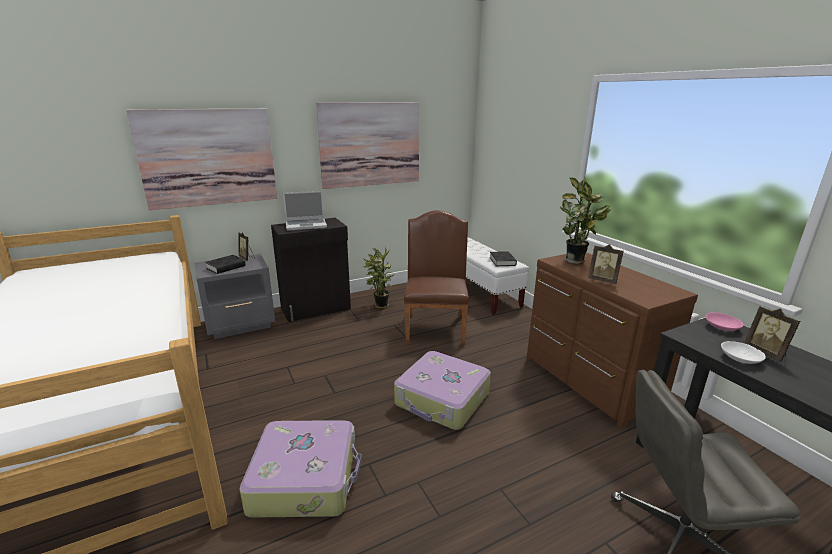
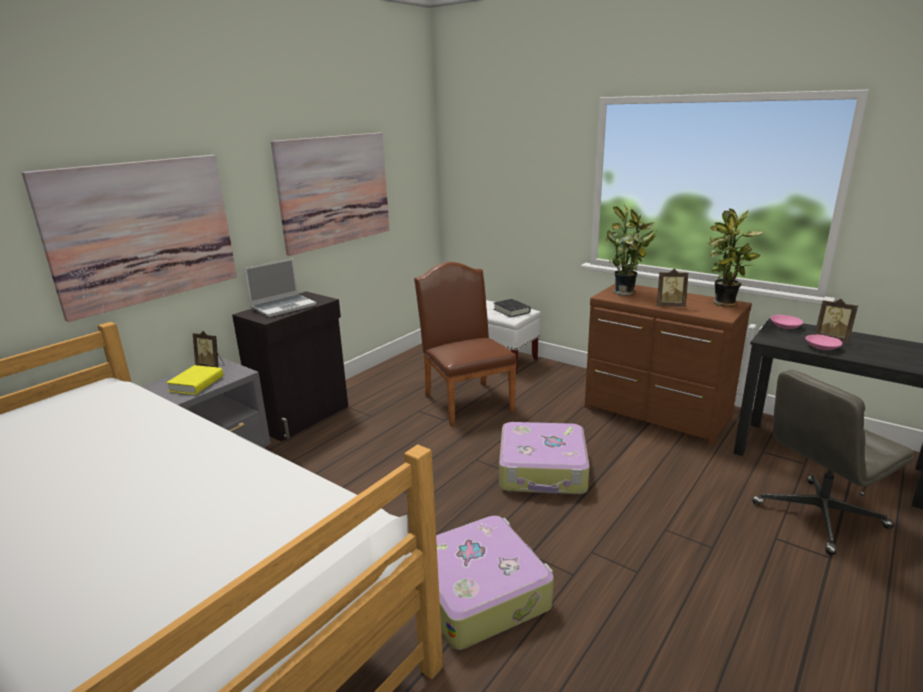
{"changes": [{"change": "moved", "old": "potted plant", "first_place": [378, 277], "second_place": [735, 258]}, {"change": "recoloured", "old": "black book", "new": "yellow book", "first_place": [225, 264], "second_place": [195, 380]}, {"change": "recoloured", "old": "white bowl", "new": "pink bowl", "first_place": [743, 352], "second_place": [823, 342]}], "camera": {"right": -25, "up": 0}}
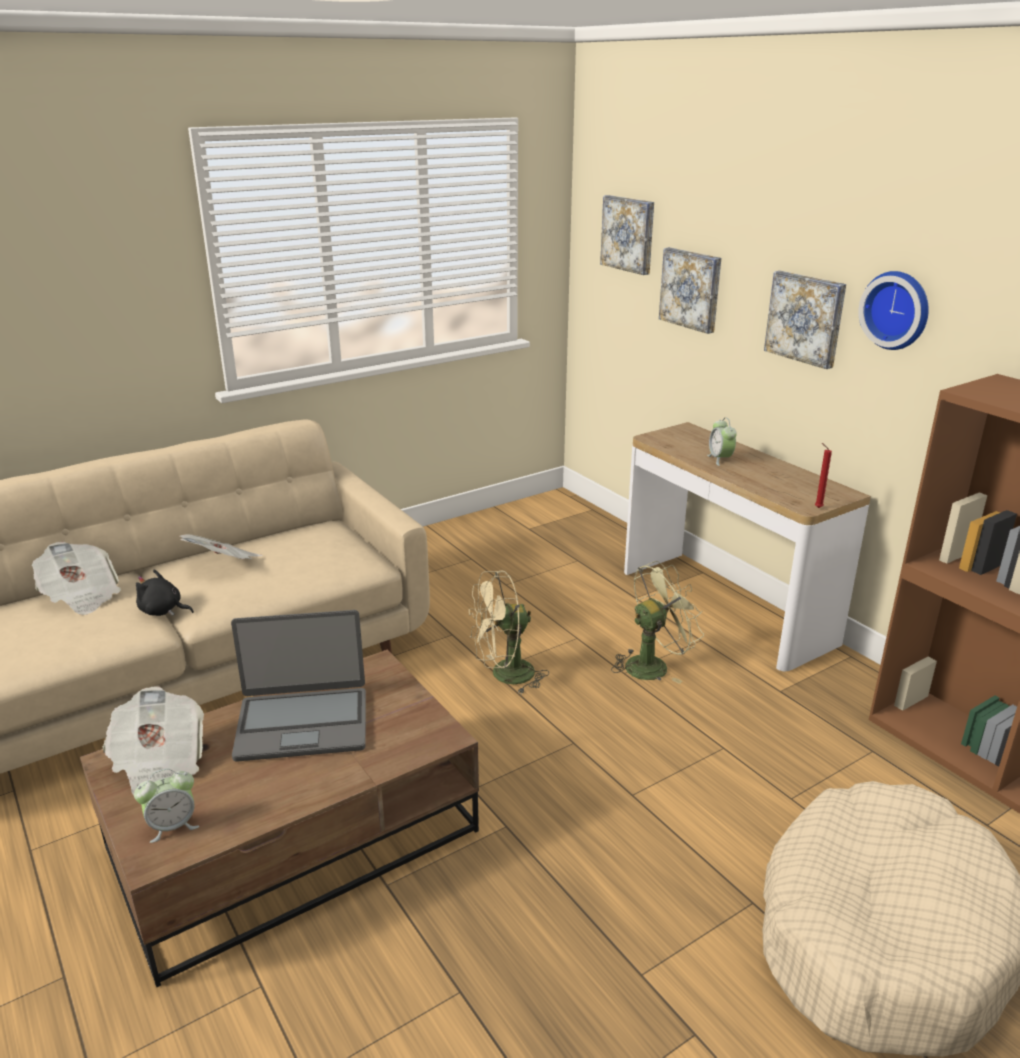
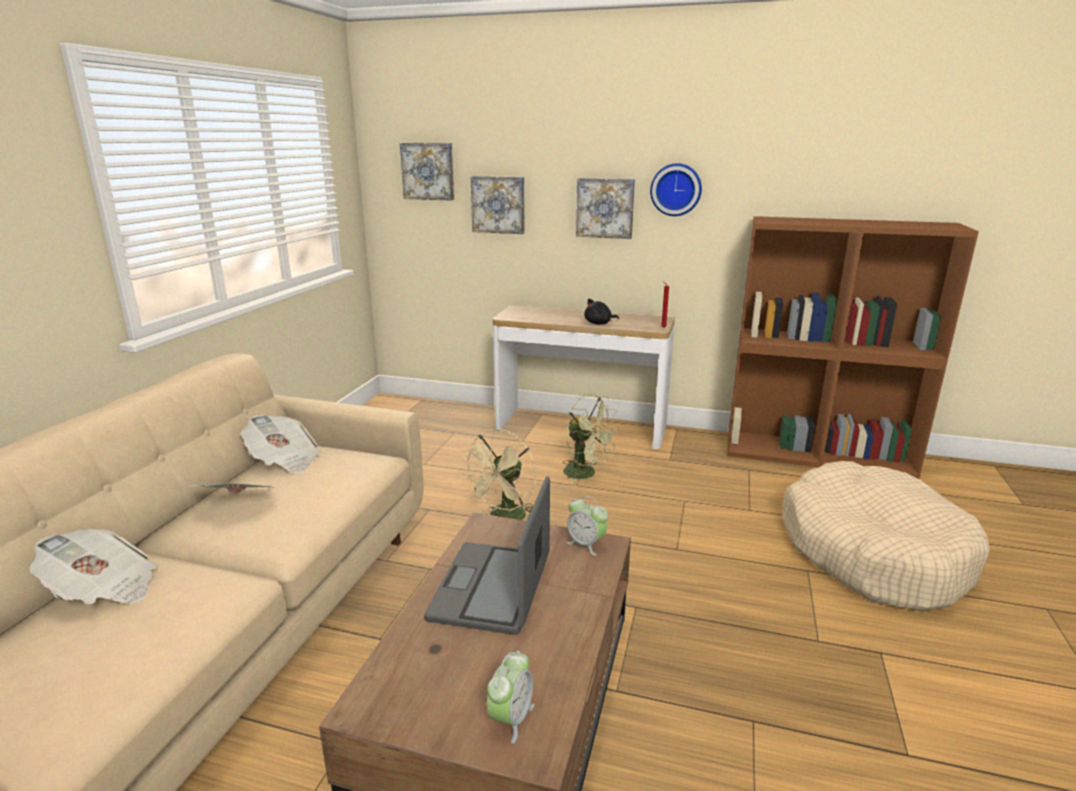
{"changes": [{"change": "moved", "old": "newspaper", "first_place": [153, 740], "second_place": [281, 444]}, {"change": "moved", "old": "black plush toy", "first_place": [165, 593], "second_place": [601, 311]}, {"change": "moved", "old": "alarm clock", "first_place": [722, 441], "second_place": [587, 526]}, {"change": "turned", "old": "laptop", "first_place": [298, 686], "second_place": [487, 555], "degrees": 150}, {"change": "turned", "old": "green fan", "first_place": [657, 622], "second_place": [591, 439], "degrees": 105}], "camera": {"right": -40, "up": -5}}
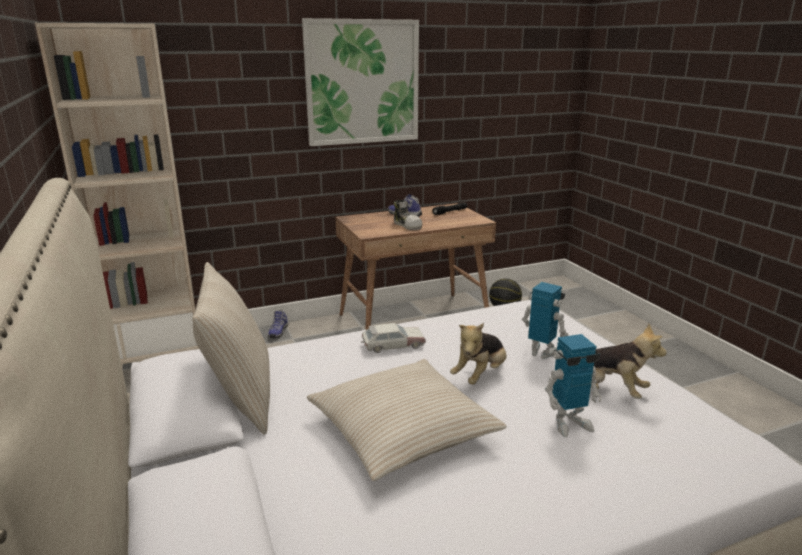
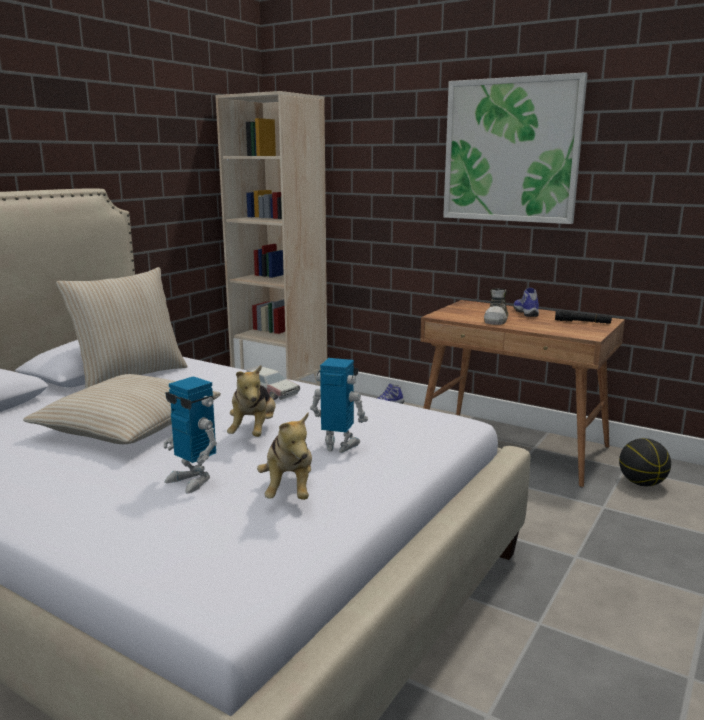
{"changes": [{"change": "turned", "old": "plush toy", "first_place": [478, 353], "second_place": [251, 401], "degrees": -90}, {"change": "turned", "old": "toy robot", "first_place": [545, 320], "second_place": [339, 405], "degrees": -75}], "camera": {"right": 55, "up": -5}}
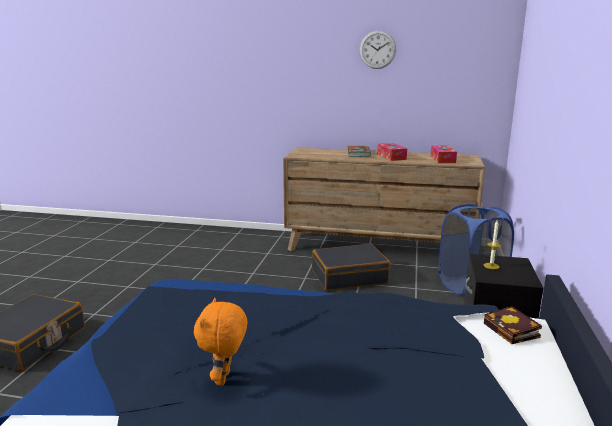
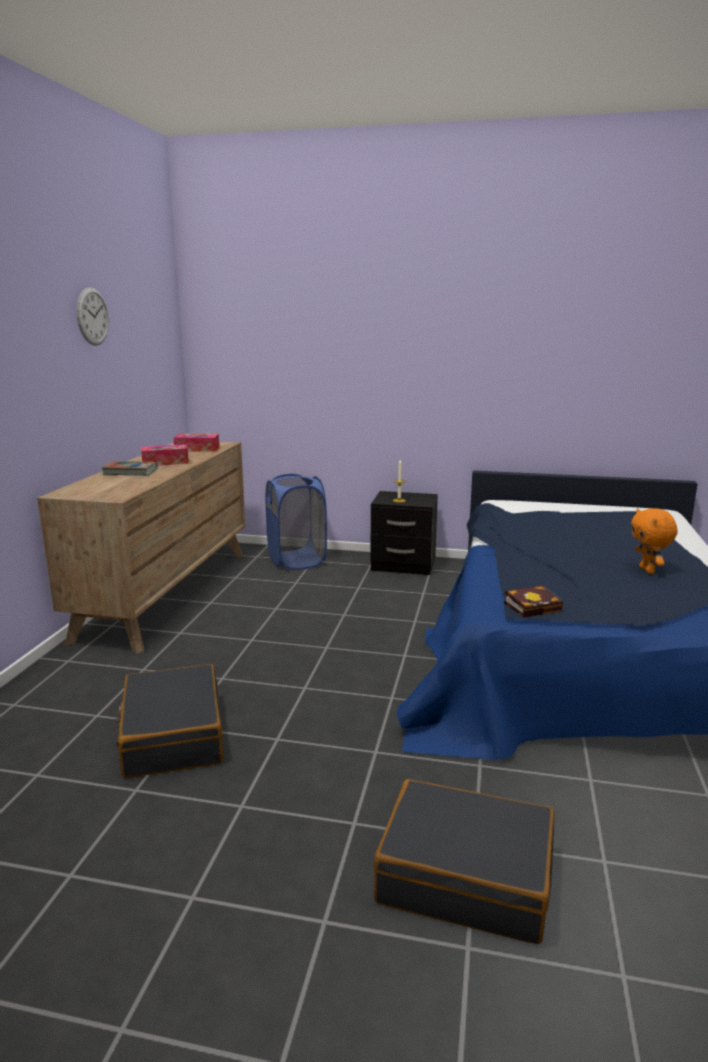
{"changes": [{"change": "moved", "old": "black suitcase", "first_place": [351, 267], "second_place": [169, 721]}, {"change": "moved", "old": "book", "first_place": [513, 325], "second_place": [533, 601]}, {"change": "turned", "old": "orange plush toy", "first_place": [220, 342], "second_place": [654, 541], "degrees": 75}], "camera": {"right": -90, "up": 0}}
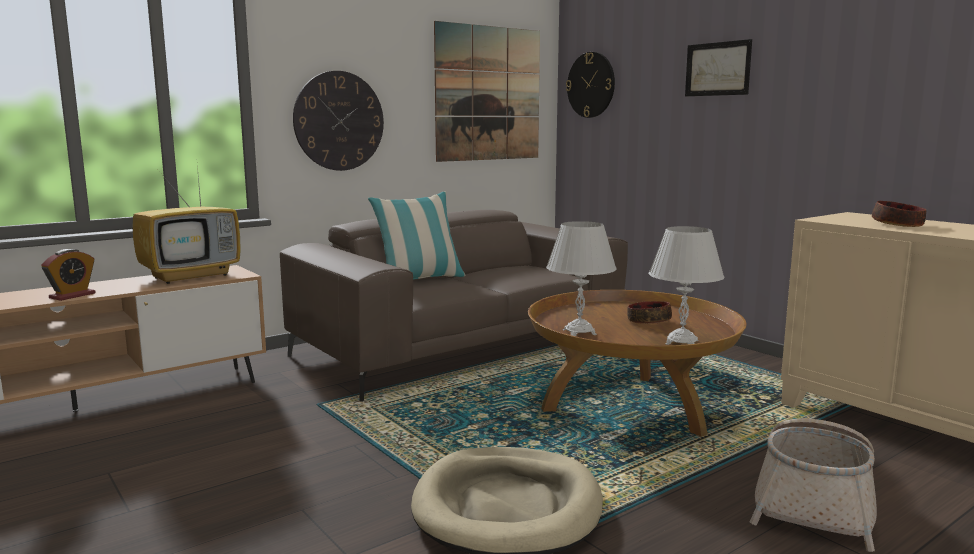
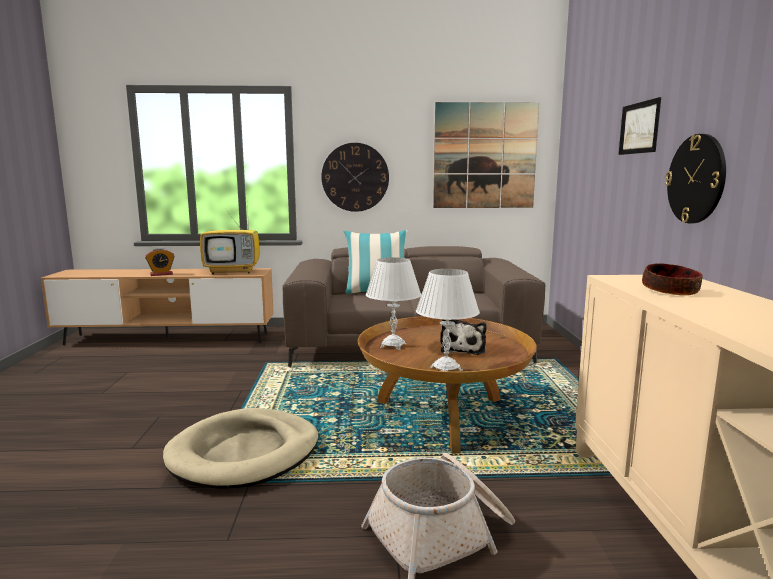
{"changes": [{"change": "moved", "old": "wall clock", "first_place": [590, 85], "second_place": [695, 178]}, {"change": "replaced", "old": "bowl", "new": "plush toy", "first_place": [649, 312], "second_place": [463, 337]}], "camera": {"right": 35, "up": 0}}
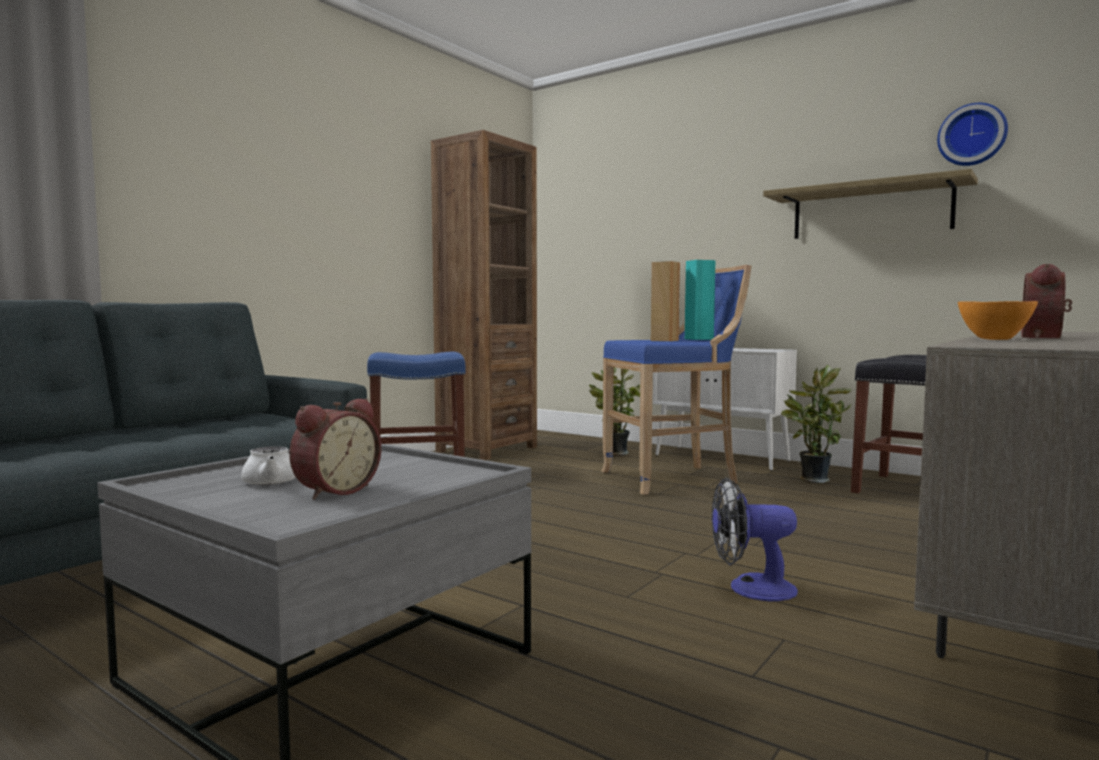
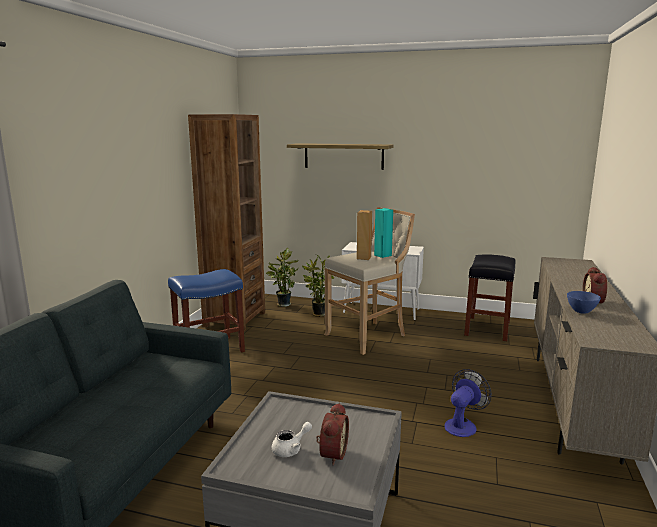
{"changes": [{"change": "removed", "old": "wall clock", "first_place": [972, 134]}, {"change": "moved", "old": "shelf", "first_place": [870, 204], "second_place": [340, 156]}, {"change": "moved", "old": "potted plant", "first_place": [816, 424], "second_place": [282, 277]}, {"change": "recoloured", "old": "blue stool", "new": "beige stool", "first_place": [676, 380], "second_place": [369, 281]}, {"change": "recoloured", "old": "orange bowl", "new": "blue bowl", "first_place": [998, 320], "second_place": [584, 302]}, {"change": "turned", "old": "fan", "first_place": [755, 540], "second_place": [468, 403], "degrees": 150}], "camera": {"right": -20, "up": 10}}
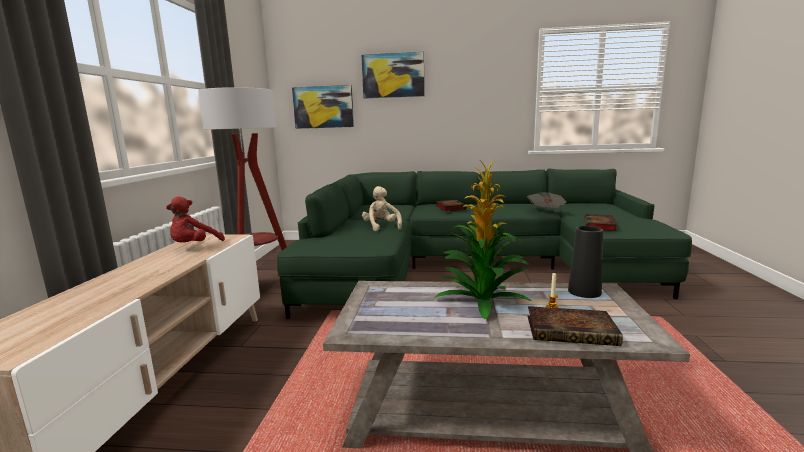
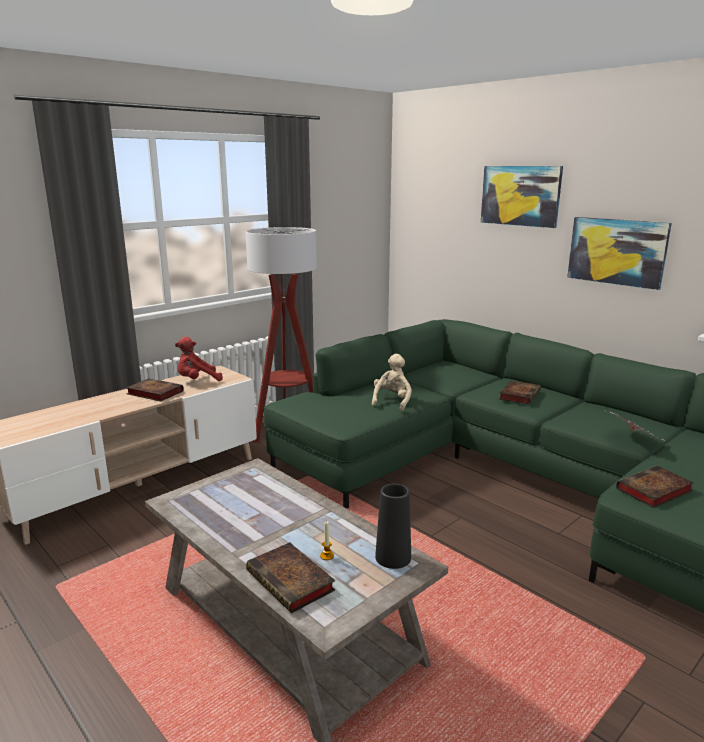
{"changes": [{"change": "removed", "old": "potted plant", "first_place": [483, 239]}, {"change": "added", "new": "book", "second_place": [155, 390]}, {"change": "moved", "old": "picture", "first_place": [323, 107], "second_place": [619, 253]}], "camera": {"right": 40, "up": 5}}
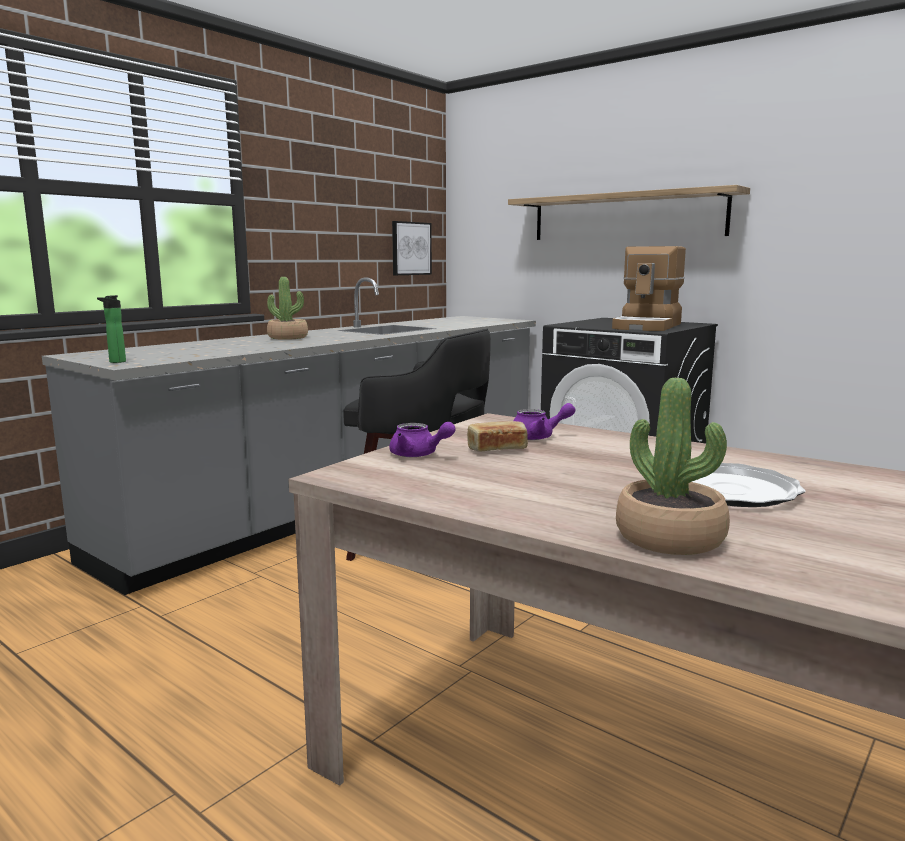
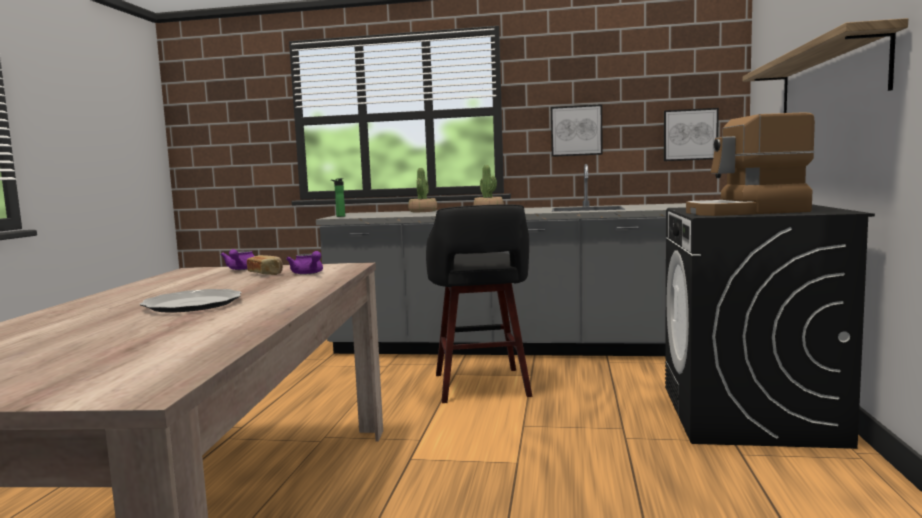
{"changes": [{"change": "added", "new": "picture", "second_place": [577, 130]}, {"change": "moved", "old": "potted plant", "first_place": [673, 466], "second_place": [422, 190]}], "camera": {"right": 60, "up": -5}}
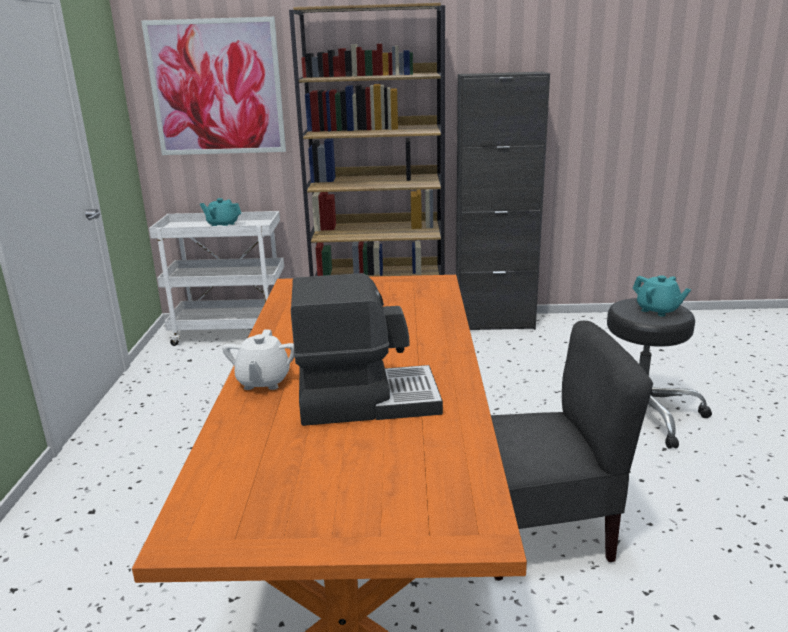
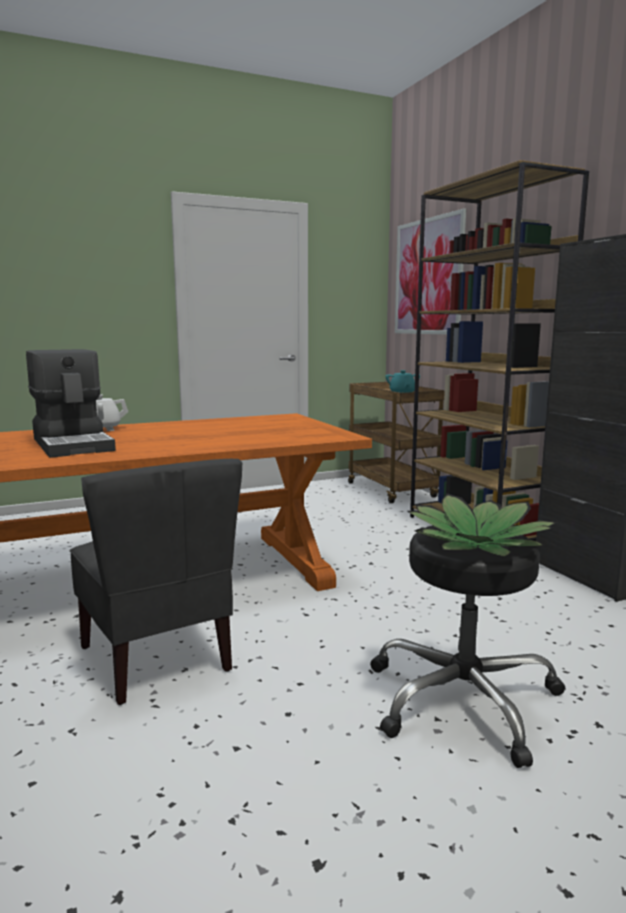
{"changes": [{"change": "replaced", "old": "turquoise teapot", "new": "potted plant", "first_place": [662, 296], "second_place": [482, 525]}, {"change": "recoloured", "old": "white cart", "new": "brown cart", "first_place": [216, 278], "second_place": [396, 442]}], "camera": {"right": 65, "up": -10}}
